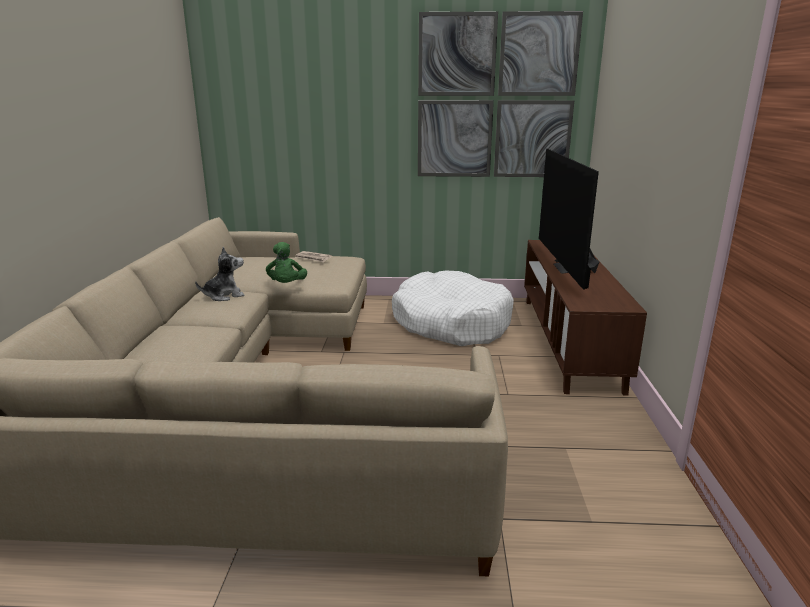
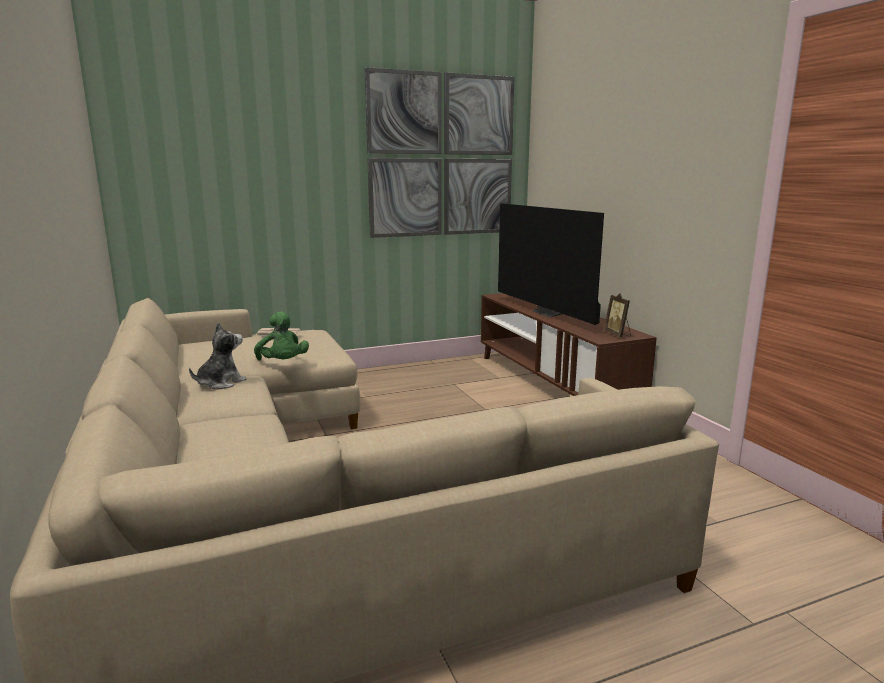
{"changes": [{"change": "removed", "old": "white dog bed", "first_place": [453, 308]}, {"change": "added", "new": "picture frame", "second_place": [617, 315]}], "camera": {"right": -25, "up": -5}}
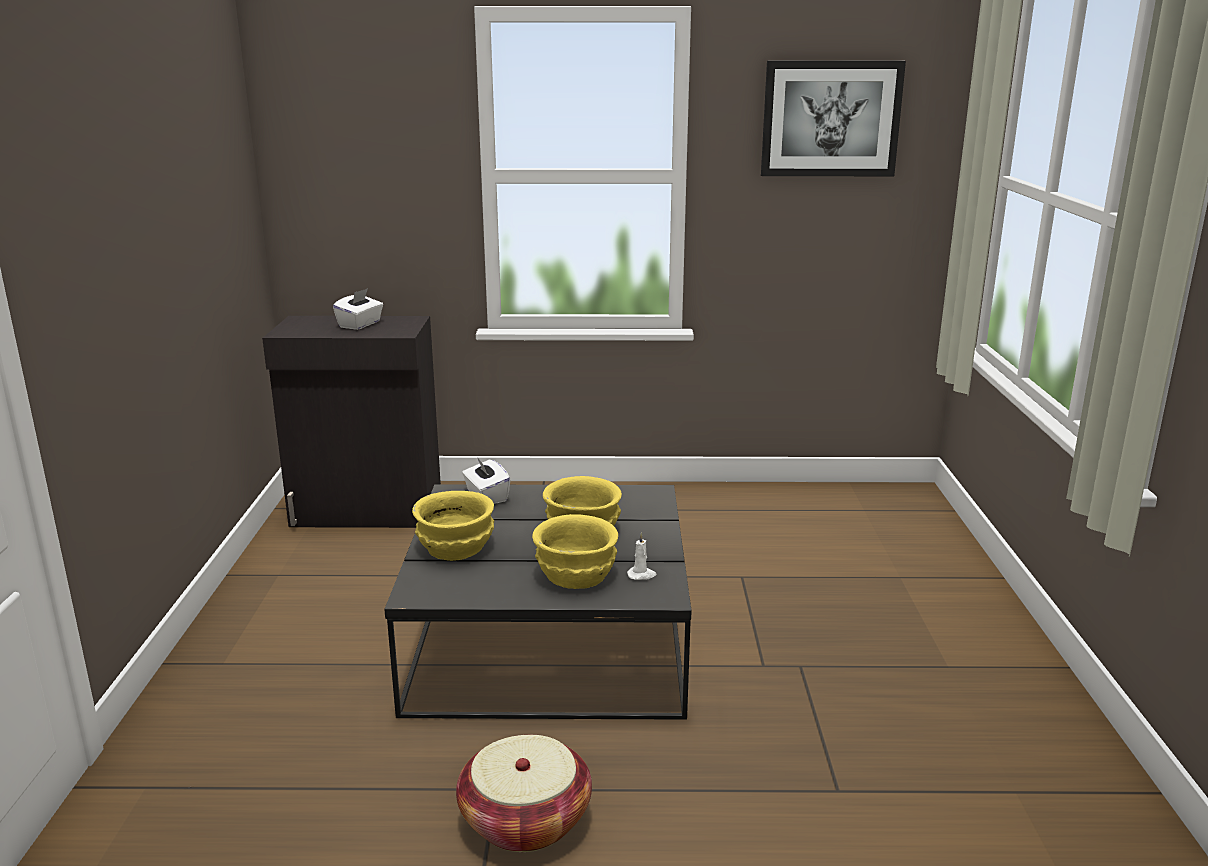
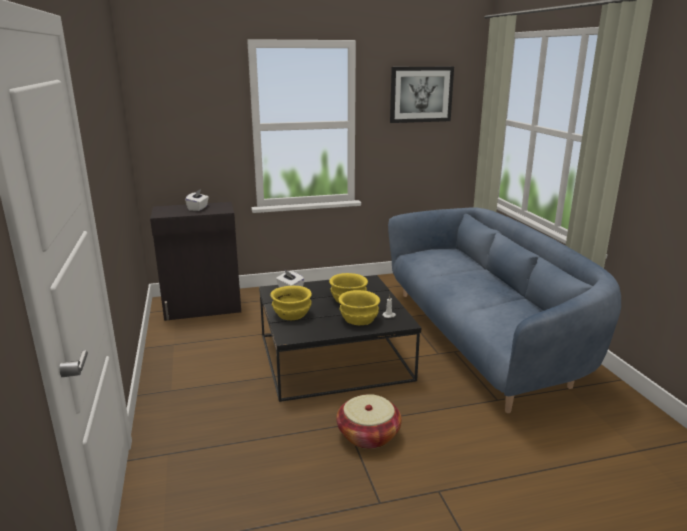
{"changes": [{"change": "added", "new": "blue sofa", "second_place": [504, 310]}], "camera": {"right": -15, "up": 0}}
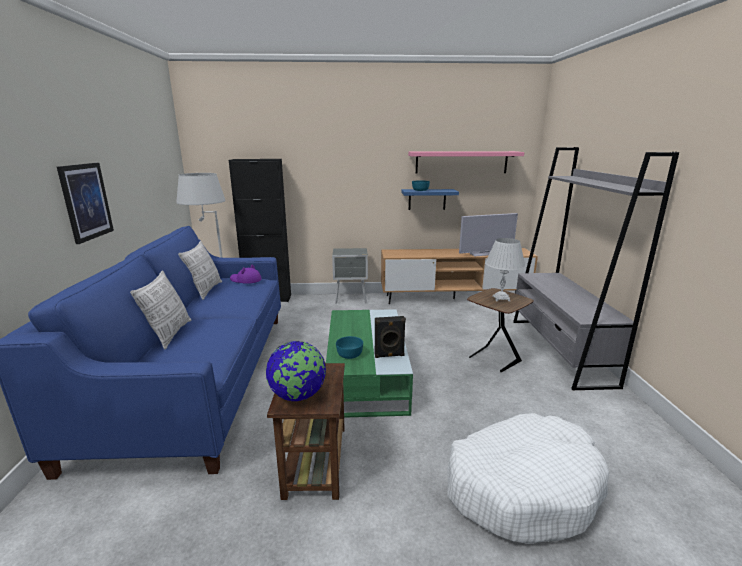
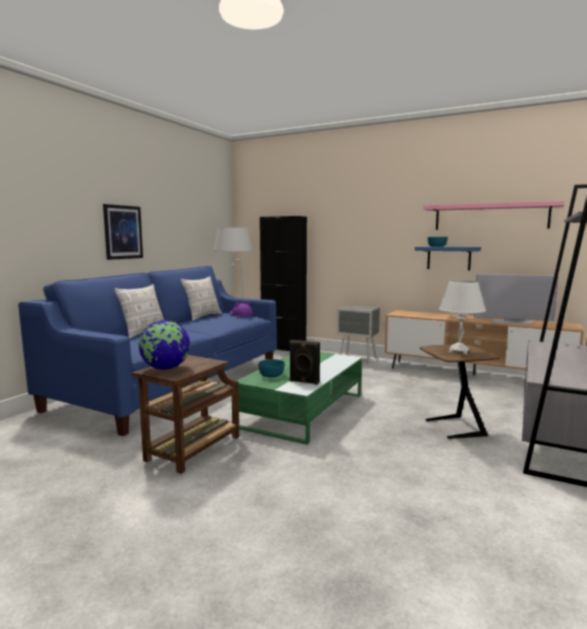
{"changes": [{"change": "removed", "old": "white dog bed", "first_place": [528, 478]}], "camera": {"right": 30, "up": -10}}
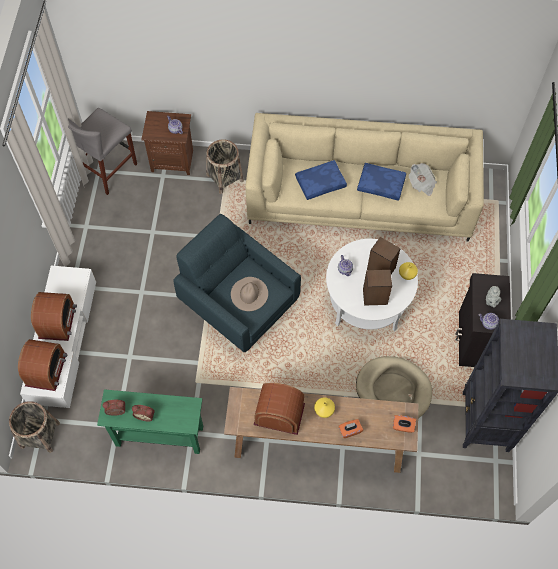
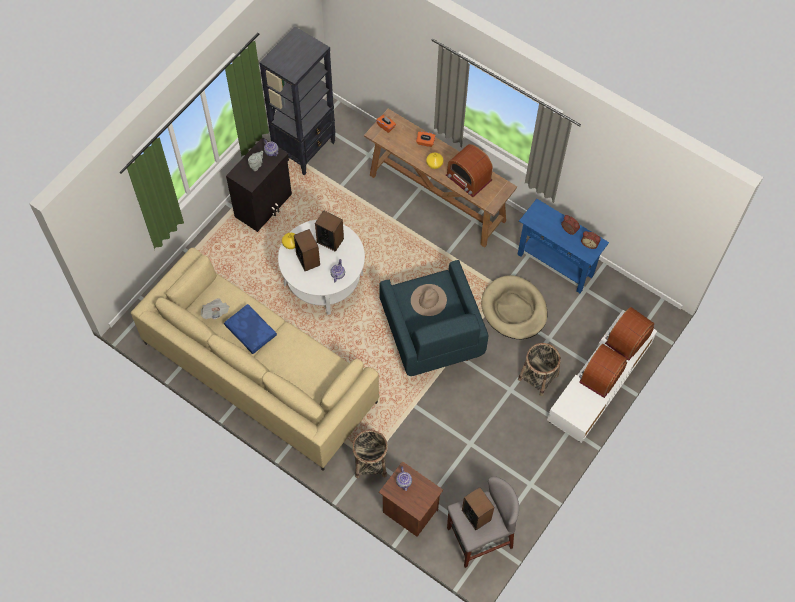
{"changes": [{"change": "removed", "old": "blue pillow", "first_place": [321, 180]}, {"change": "added", "new": "speaker", "second_place": [478, 508]}, {"change": "moved", "old": "basket", "first_place": [34, 427], "second_place": [539, 369]}, {"change": "moved", "old": "beige dog bed", "first_place": [394, 387], "second_place": [514, 307]}, {"change": "recoloured", "old": "green console table", "new": "blue console table", "first_place": [150, 421], "second_place": [563, 246]}], "camera": {"right": -150, "up": 0}}
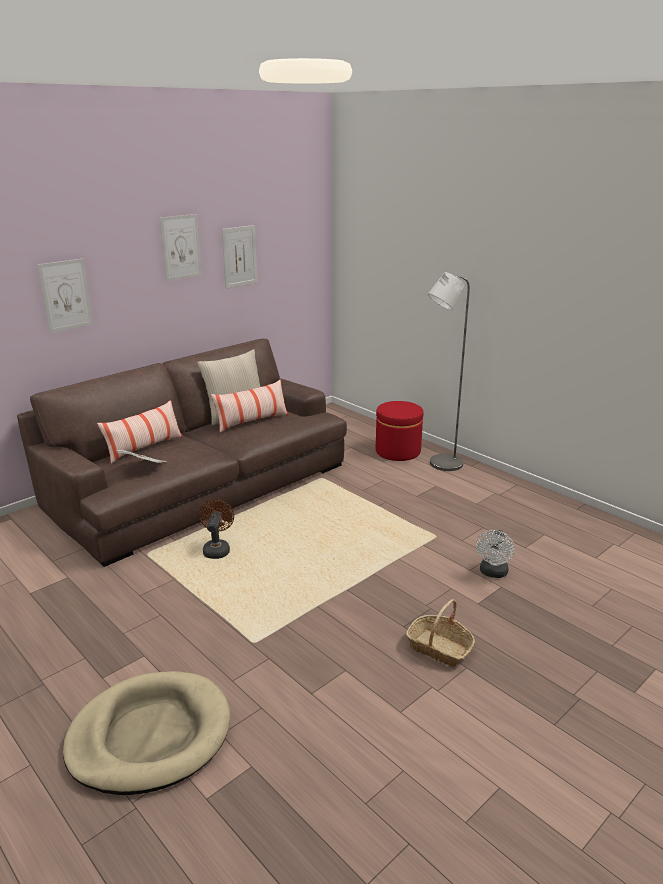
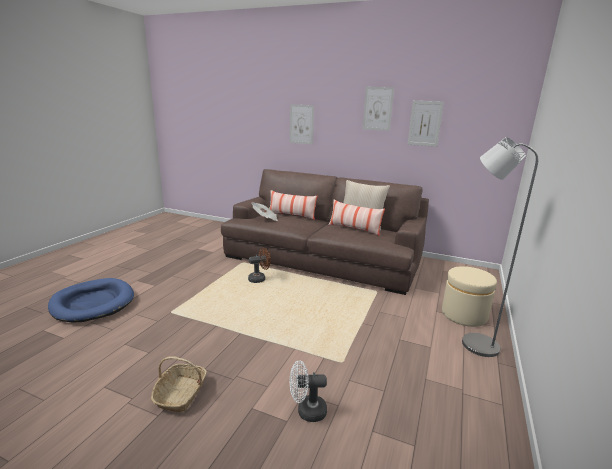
{"changes": [{"change": "recoloured", "old": "beige dog bed", "new": "blue dog bed", "first_place": [146, 733], "second_place": [91, 300]}, {"change": "recoloured", "old": "red ottoman", "new": "beige ottoman", "first_place": [399, 431], "second_place": [469, 296]}], "camera": {"right": 65, "up": -5}}
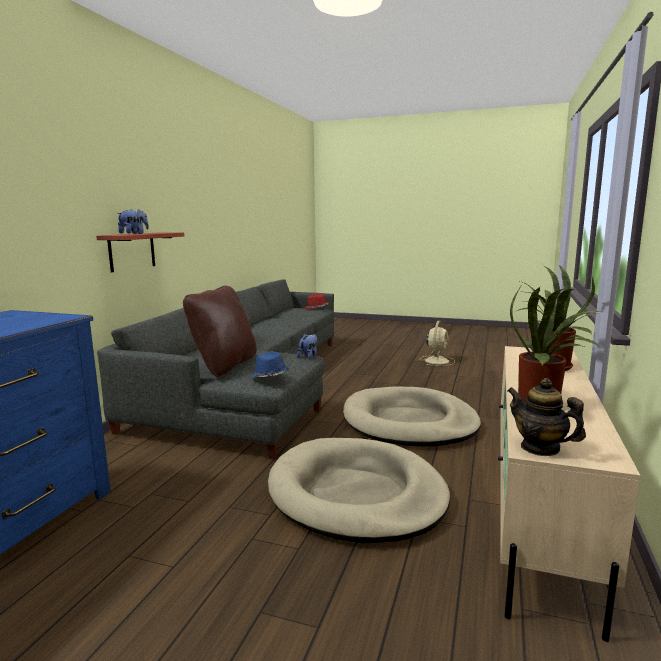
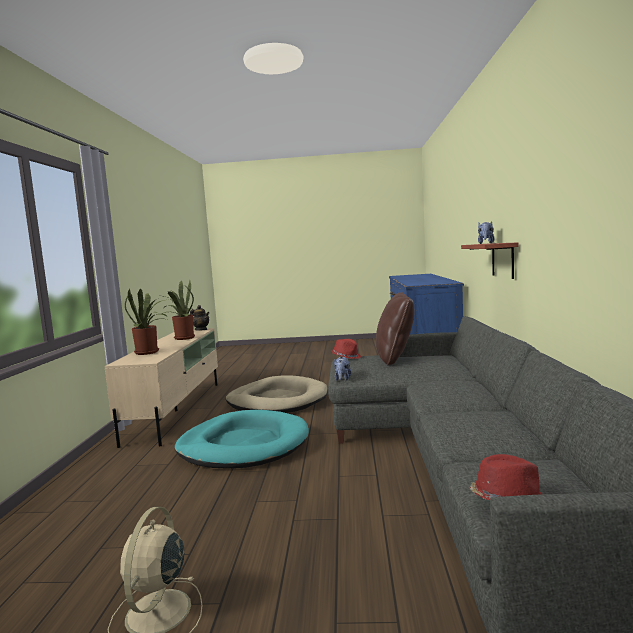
{"changes": [{"change": "recoloured", "old": "blue hat", "new": "red hat", "first_place": [269, 364], "second_place": [346, 349]}, {"change": "recoloured", "old": "beige dog bed", "new": "turquoise dog bed", "first_place": [412, 417], "second_place": [241, 439]}], "camera": {"right": 165, "up": -5}}
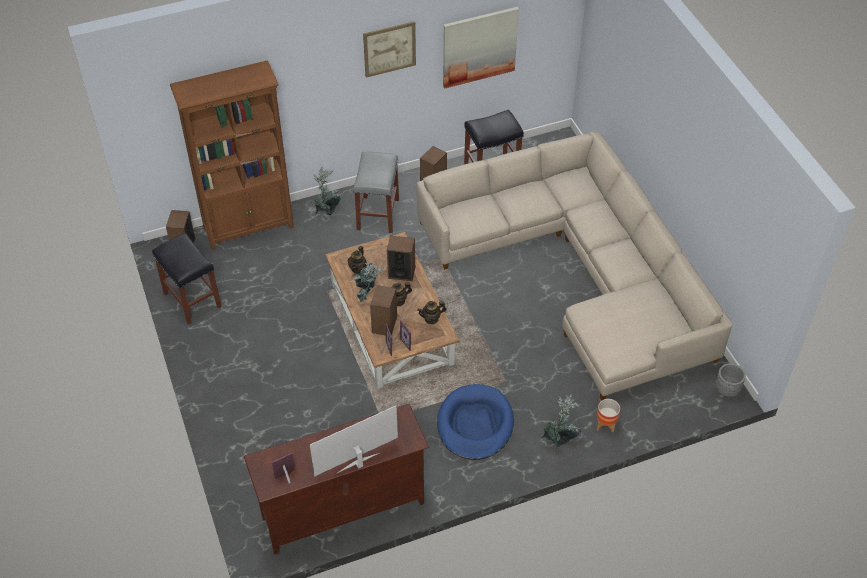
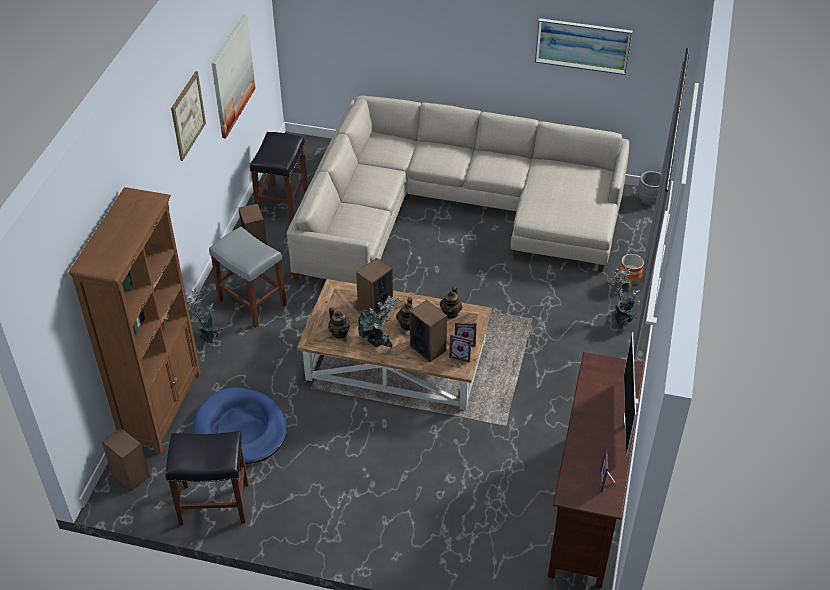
{"changes": [{"change": "added", "new": "picture", "second_place": [583, 46]}, {"change": "moved", "old": "blue dog bed", "first_place": [475, 422], "second_place": [240, 425]}], "camera": {"right": -55, "up": -5}}
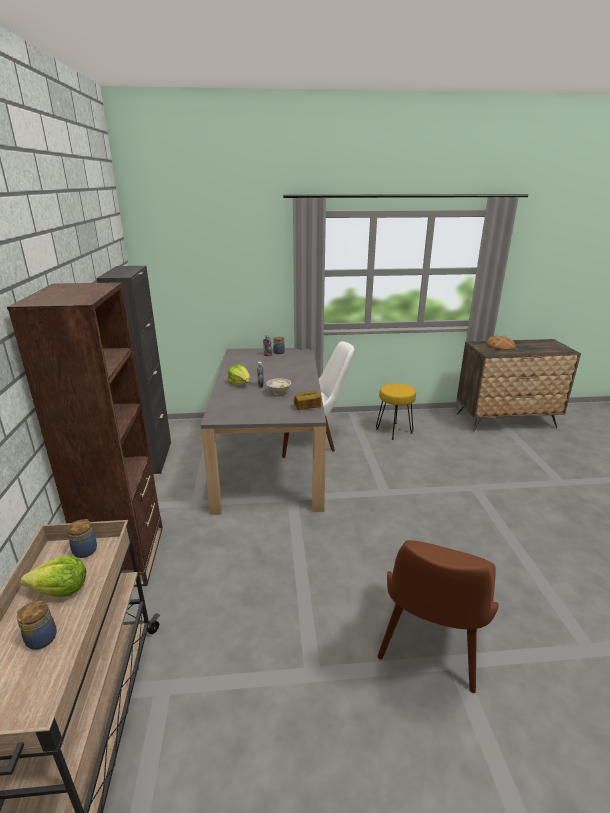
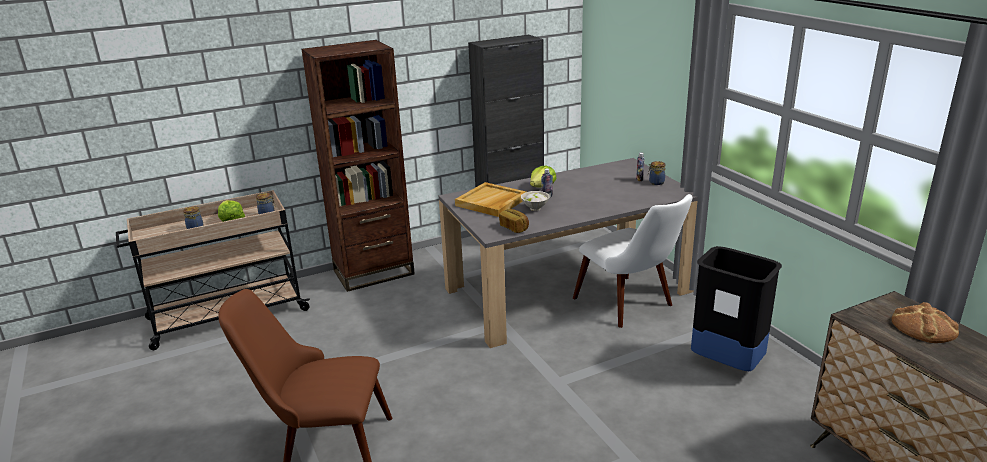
{"changes": [{"change": "added", "new": "beige tray", "second_place": [490, 199]}, {"change": "replaced", "old": "yellow stool", "new": "black trash can", "first_place": [396, 411], "second_place": [736, 309]}], "camera": {"right": 70, "up": 0}}
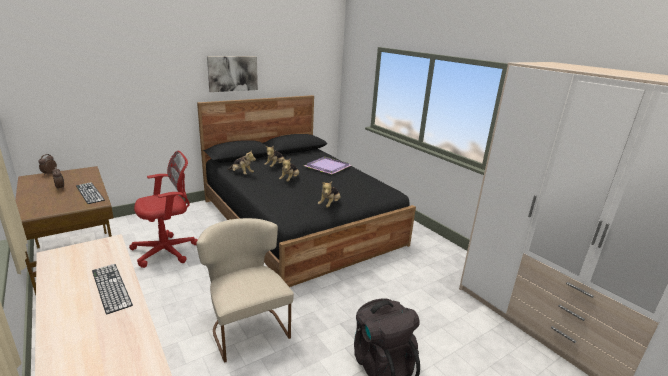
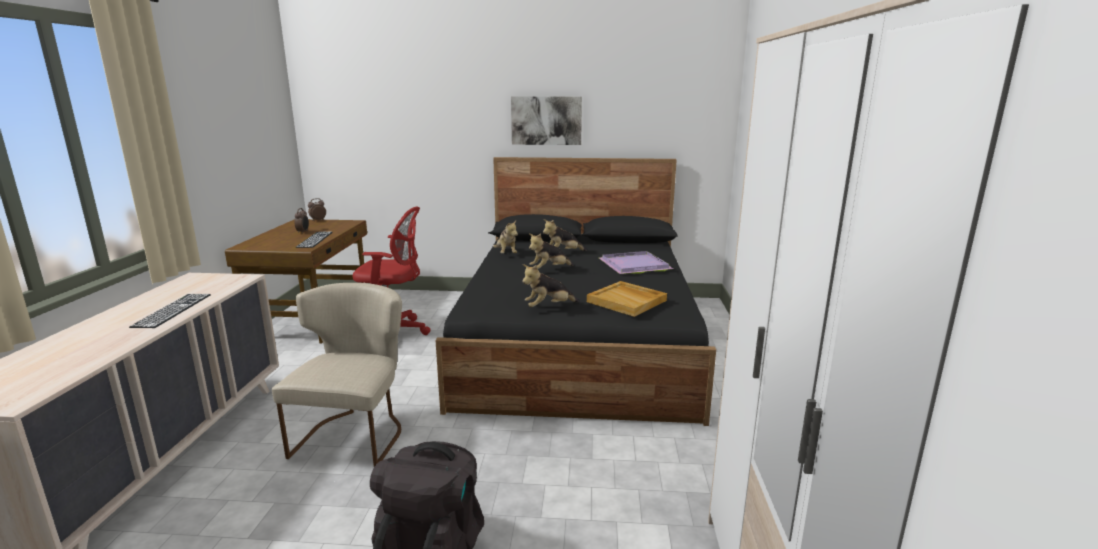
{"changes": [{"change": "added", "new": "beige tray", "second_place": [627, 299]}], "camera": {"right": 40, "up": -5}}
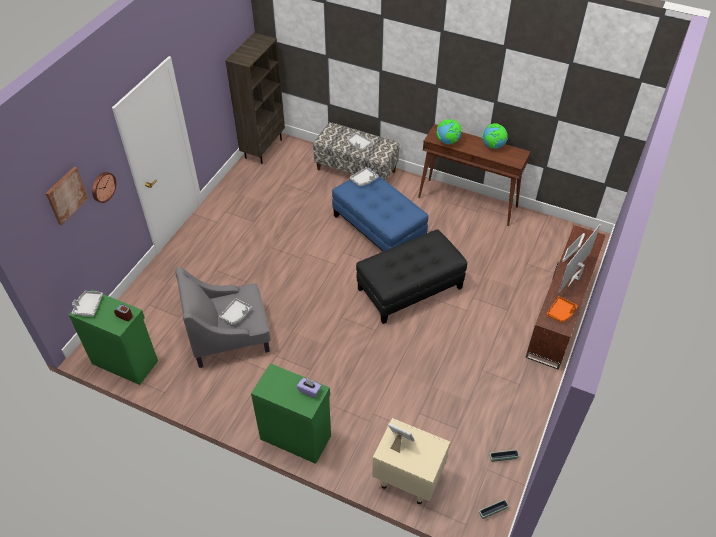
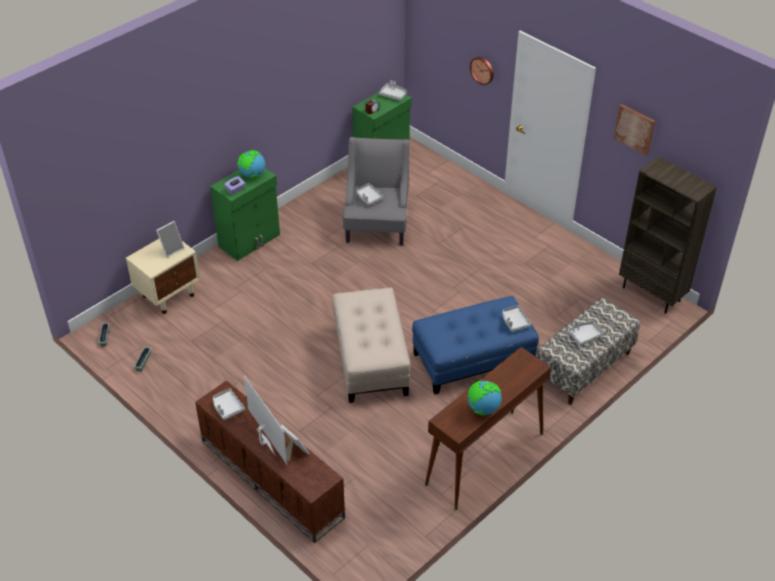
{"changes": [{"change": "moved", "old": "picture", "first_place": [67, 196], "second_place": [634, 130]}, {"change": "moved", "old": "globe", "first_place": [449, 131], "second_place": [251, 164]}, {"change": "recoloured", "old": "black ottoman", "new": "beige ottoman", "first_place": [411, 276], "second_place": [371, 345]}, {"change": "recoloured", "old": "orange tray", "new": "grey tray", "first_place": [562, 309], "second_place": [229, 404]}], "camera": {"right": 110, "up": -5}}
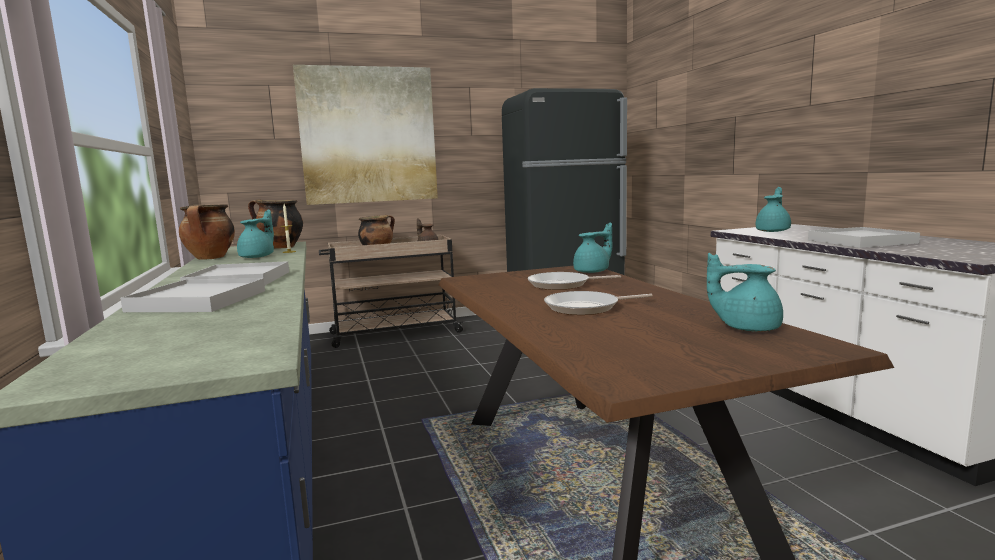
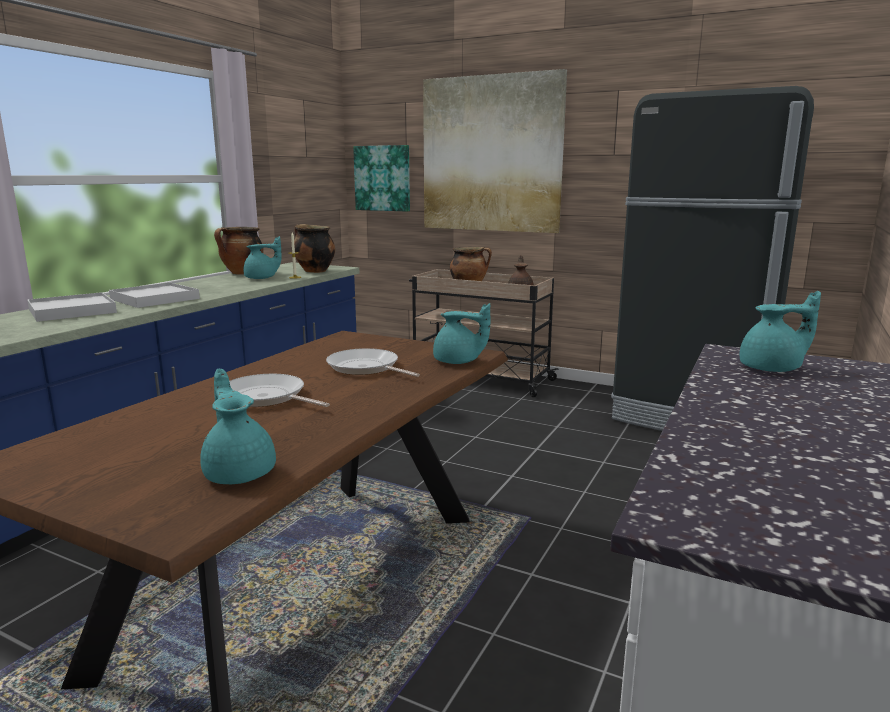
{"changes": [{"change": "removed", "old": "white tray", "first_place": [864, 237]}, {"change": "added", "new": "picture", "second_place": [381, 178]}], "camera": {"right": 45, "up": 5}}
